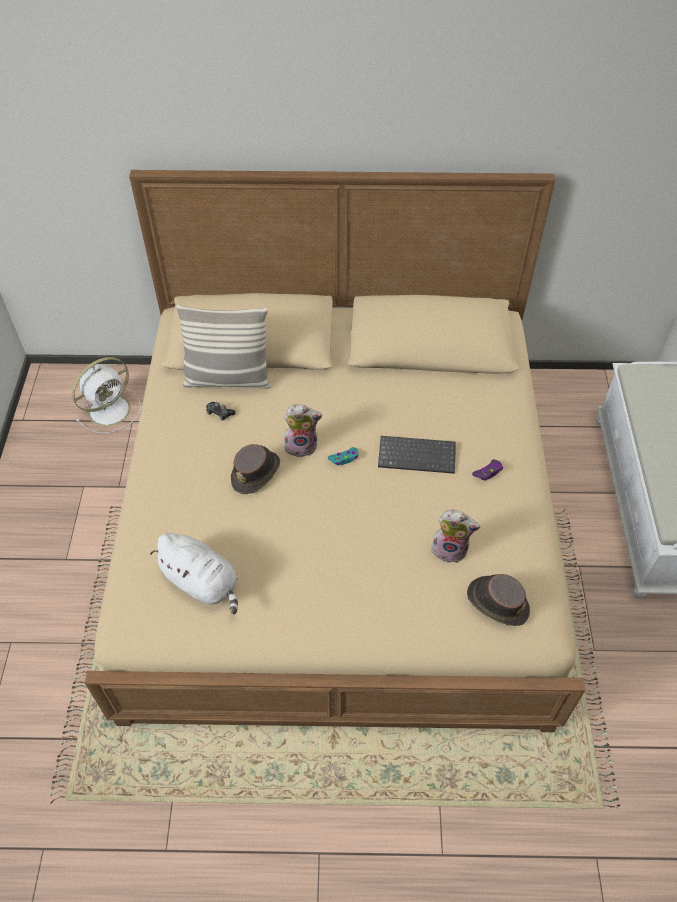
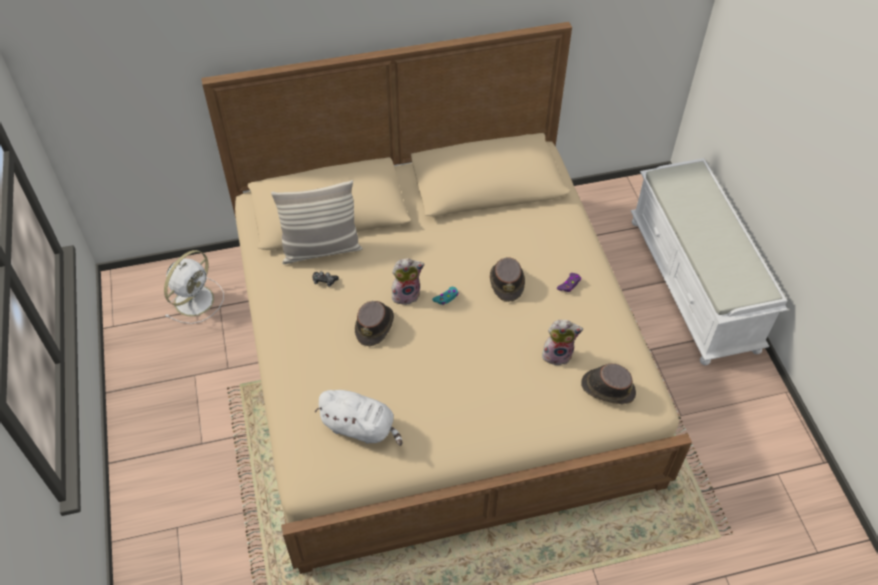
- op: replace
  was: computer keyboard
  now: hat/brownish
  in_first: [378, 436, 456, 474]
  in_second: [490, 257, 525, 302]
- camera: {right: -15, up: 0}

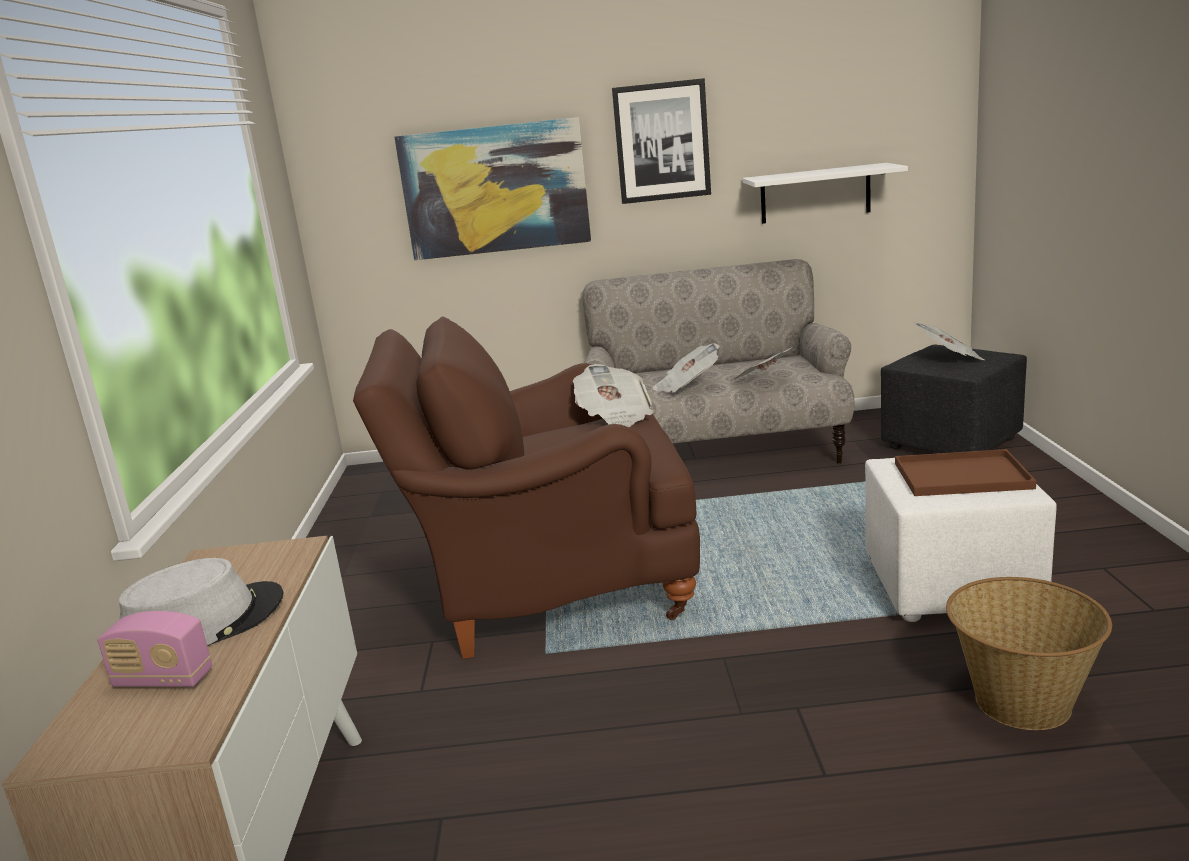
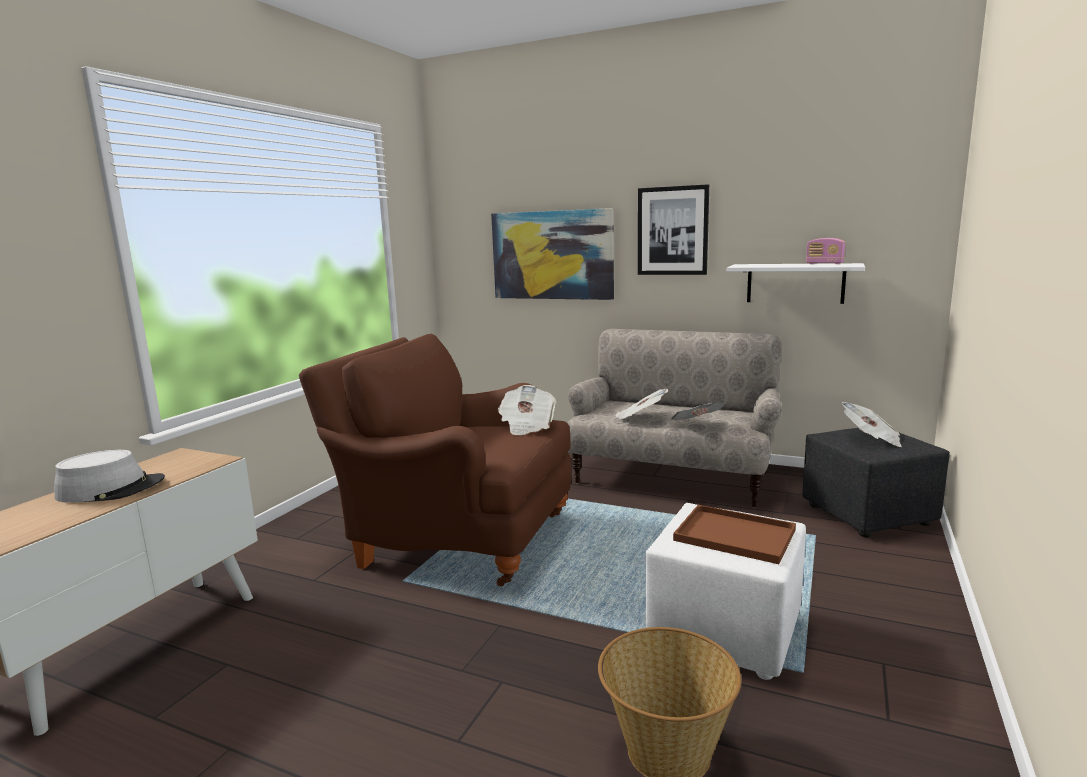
- op: move
  was: radio set
  in_first: [97, 611, 212, 687]
  in_second: [806, 238, 845, 264]
- camera: {right: 25, up: -5}

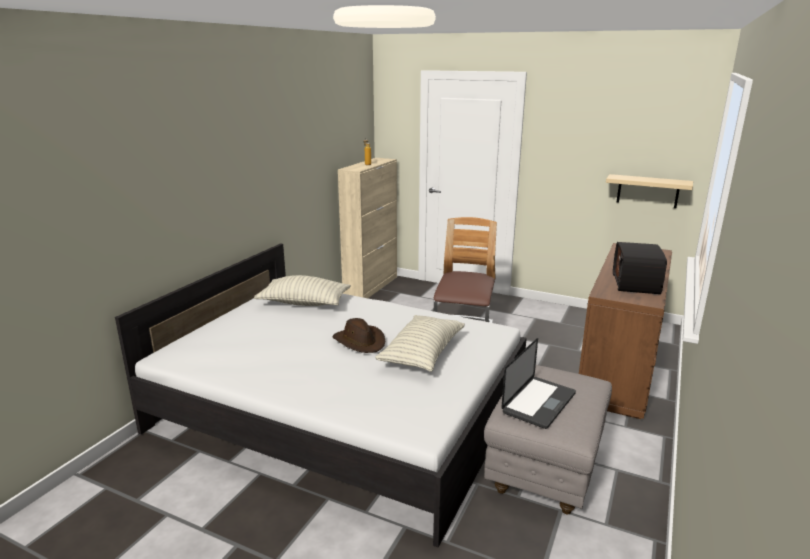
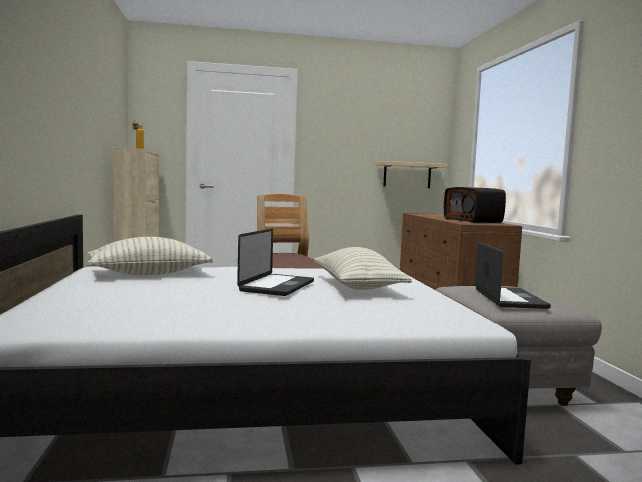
- op: replace
  was: hat/brownish
  now: portable computer
  in_first: [333, 318, 385, 353]
  in_second: [237, 229, 314, 296]
- camera: {right: -35, up: -15}

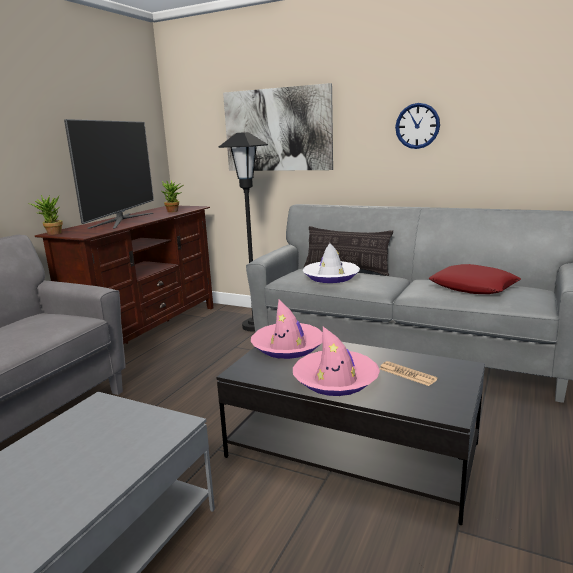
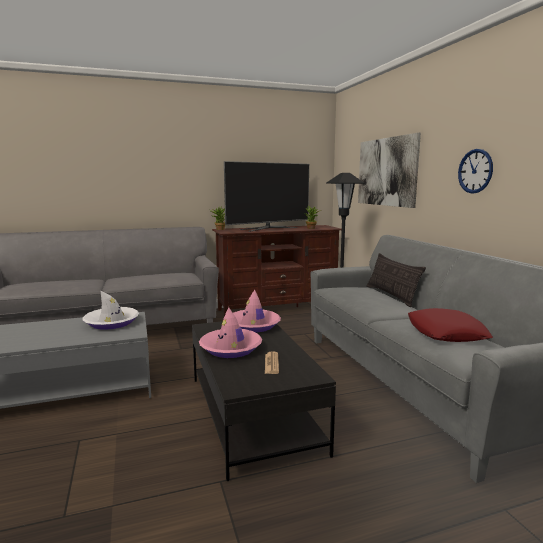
- op: move
  was: hat/whitish
  in_first: [302, 243, 360, 283]
  in_second: [82, 291, 139, 330]
- camera: {right: 45, up: -5}

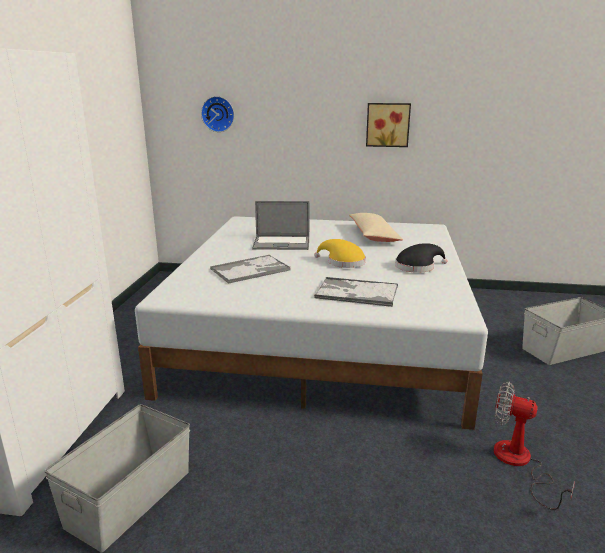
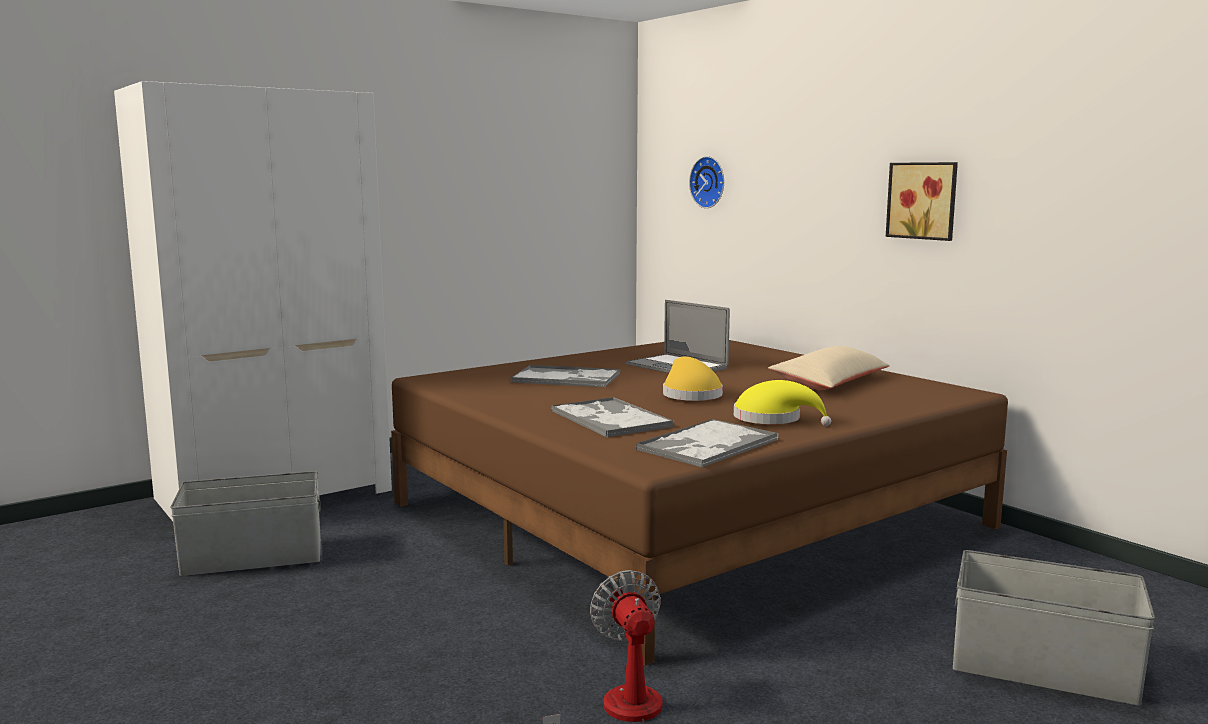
- op: insert
  now: serving tray
  in_second: [636, 419, 779, 468]
- op: recolor
  was: sleeping bed/whitish
  now: sleeping bed/brownish
  in_first: [135, 216, 488, 430]
  in_second: [391, 340, 1008, 666]
- op: recolor
  was: hat/black-coloured
  now: hat/yellowish
  in_first: [395, 243, 447, 273]
  in_second: [734, 380, 831, 426]
- camera: {right: 45, up: -10}

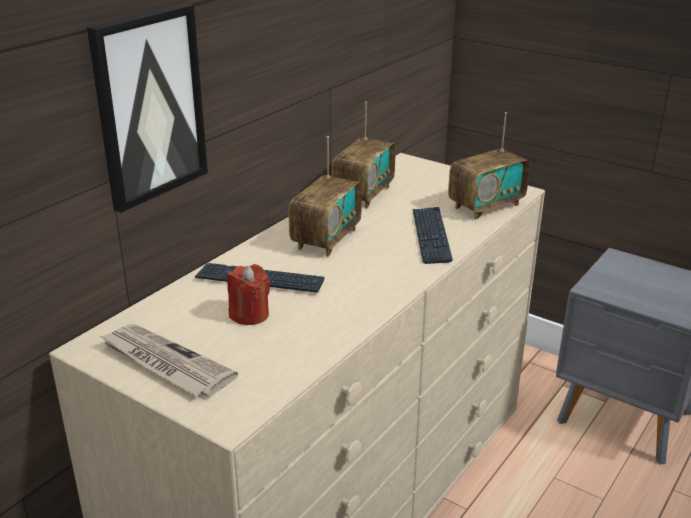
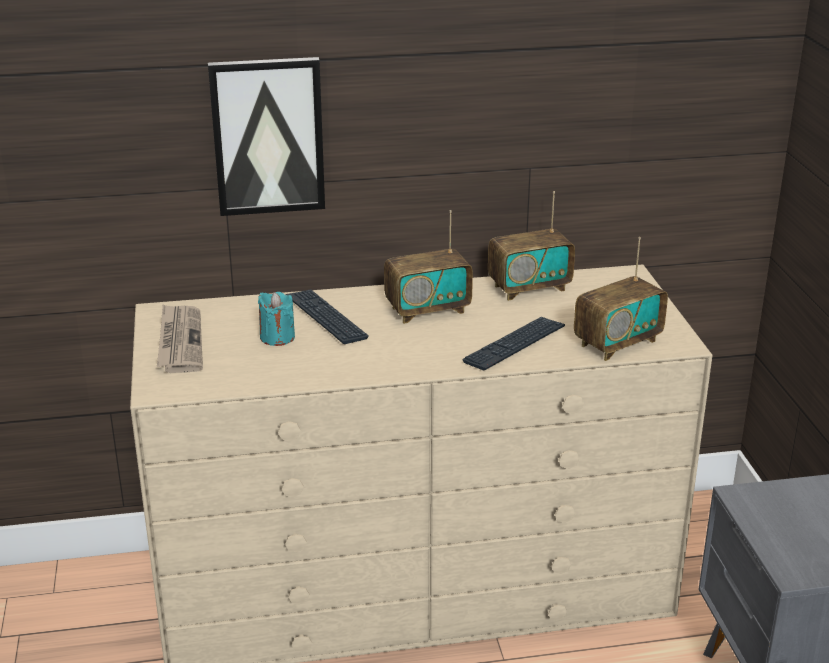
- op: recolor
  was: candle/red-coloured
  now: candle/turquoise-coloured
  in_first: [227, 264, 270, 325]
  in_second: [258, 292, 295, 346]
- op: rotate
  was: radio set
  in_first: [448, 112, 530, 220]
  in_second: [574, 237, 668, 361]
  clockwise: -45
- camera: {right: 45, up: 0}

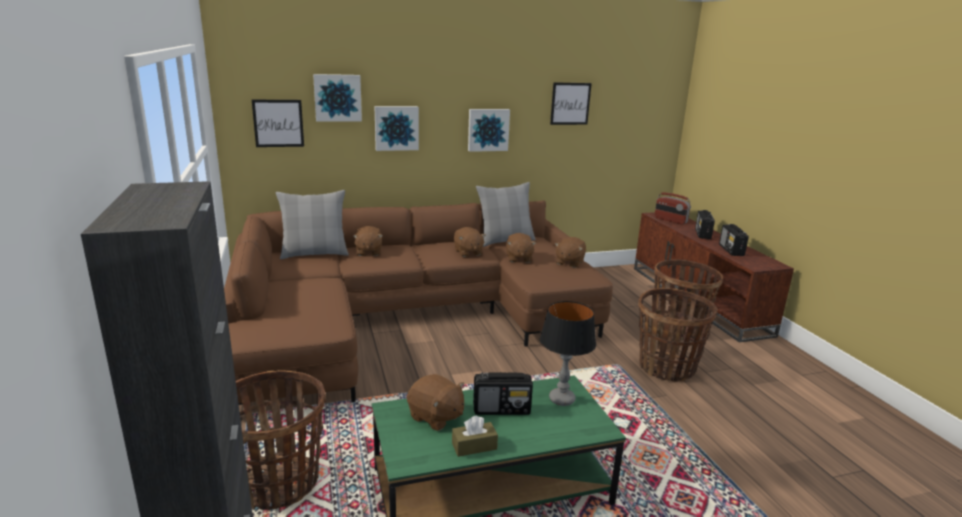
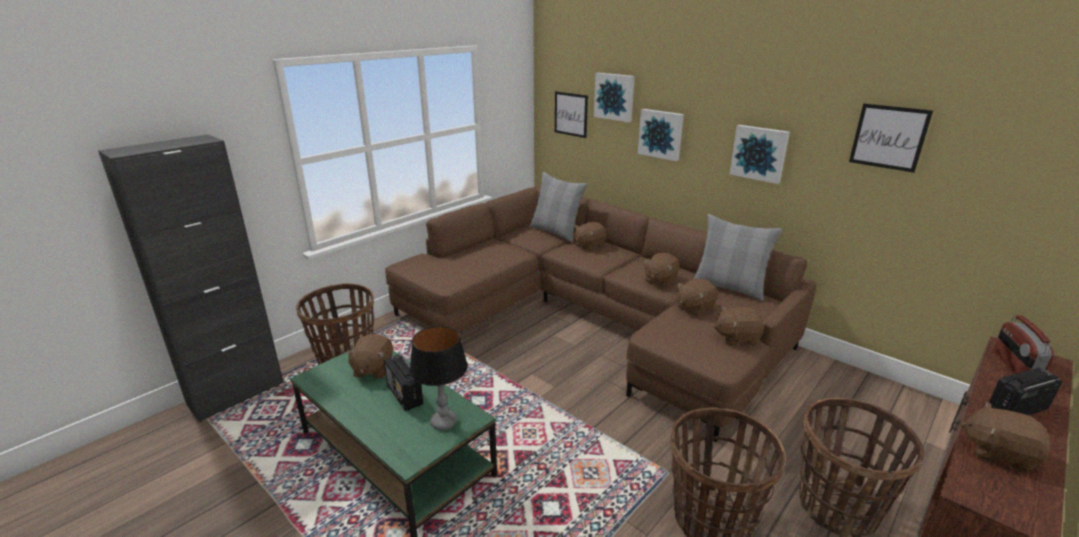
- op: delete
  was: tissue box/brownish
  in_first: [452, 415, 498, 457]
- op: replace
  was: radio set
  now: cuddly toy/brownish
  in_first: [719, 224, 749, 256]
  in_second: [960, 402, 1051, 472]
- camera: {right: 60, up: 5}

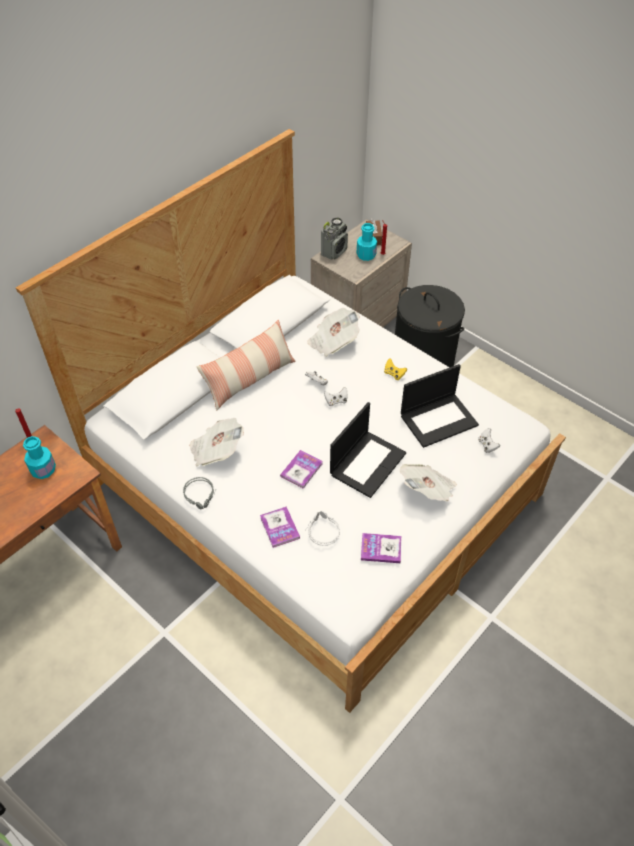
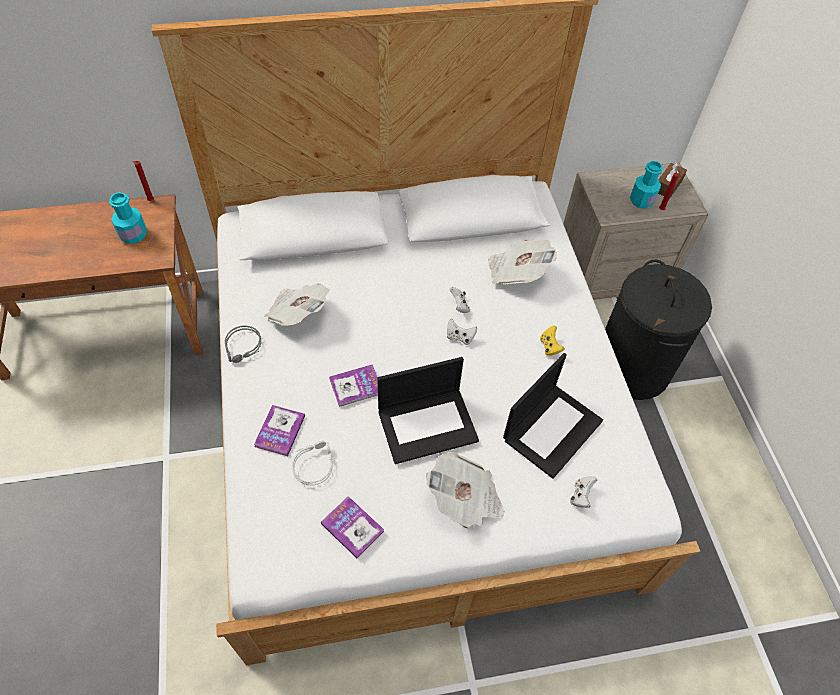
- op: delete
  was: pillow
  in_first: [196, 320, 296, 410]
- op: delete
  was: radio set
  in_first: [321, 217, 348, 260]
- op: rotate
  was: portable computer
  in_first: [401, 364, 479, 448]
  in_second: [503, 353, 603, 479]
  clockwise: -60
- camera: {right: 35, up: 5}

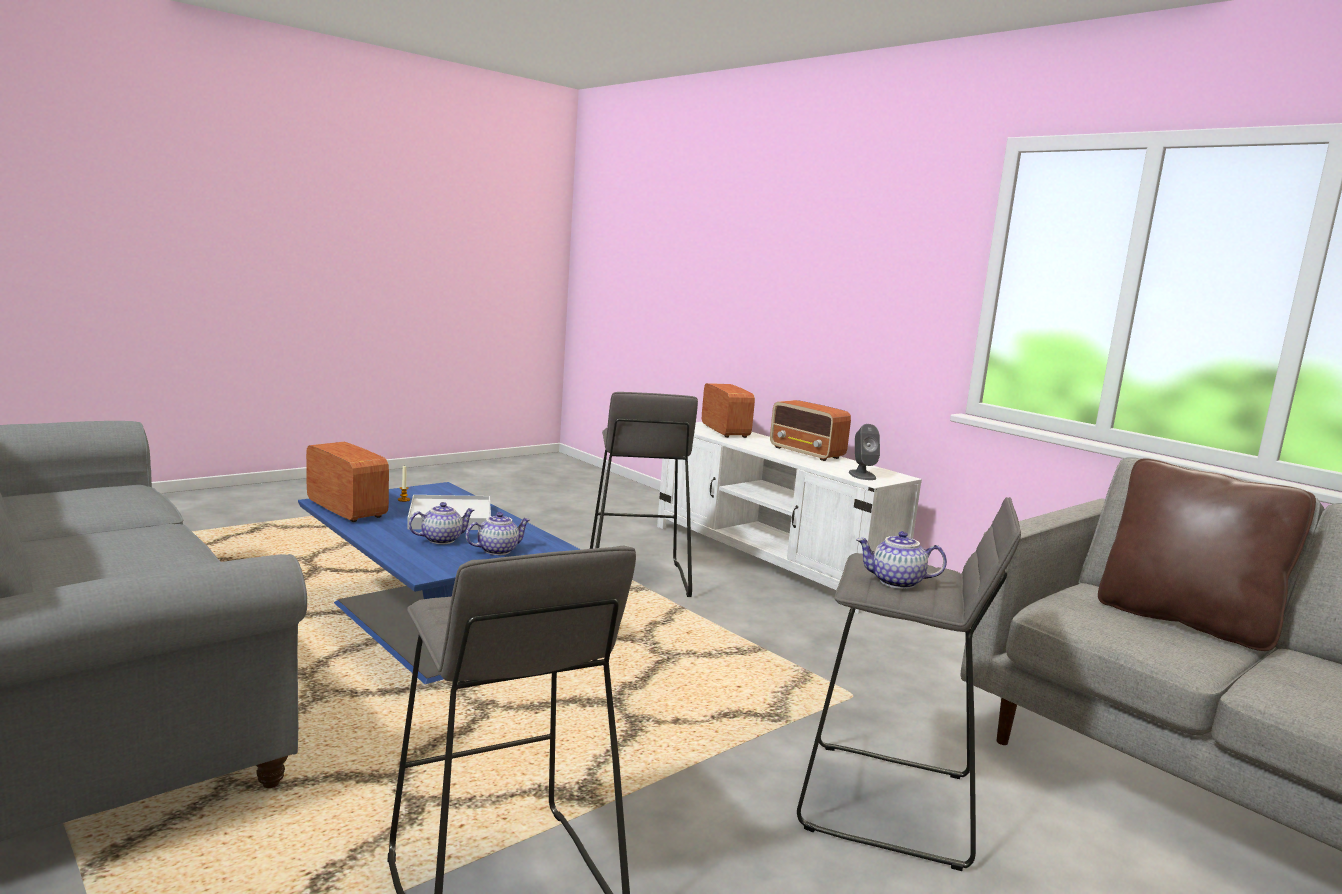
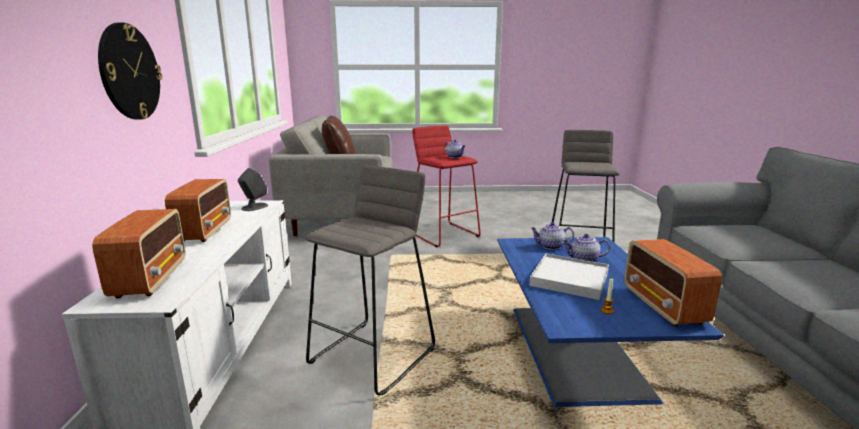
- op: insert
  now: wall clock
  in_second: [98, 23, 162, 120]
- op: recolor
  was: sitting stool/grey
  now: sitting stool/red-coloured
  in_first: [797, 497, 1021, 871]
  in_second: [412, 125, 481, 247]
- op: rotate
  was: radio set
  in_first: [702, 383, 755, 438]
  in_second: [92, 209, 186, 298]
  clockwise: 150
- camera: {right: -140, up: 5}

